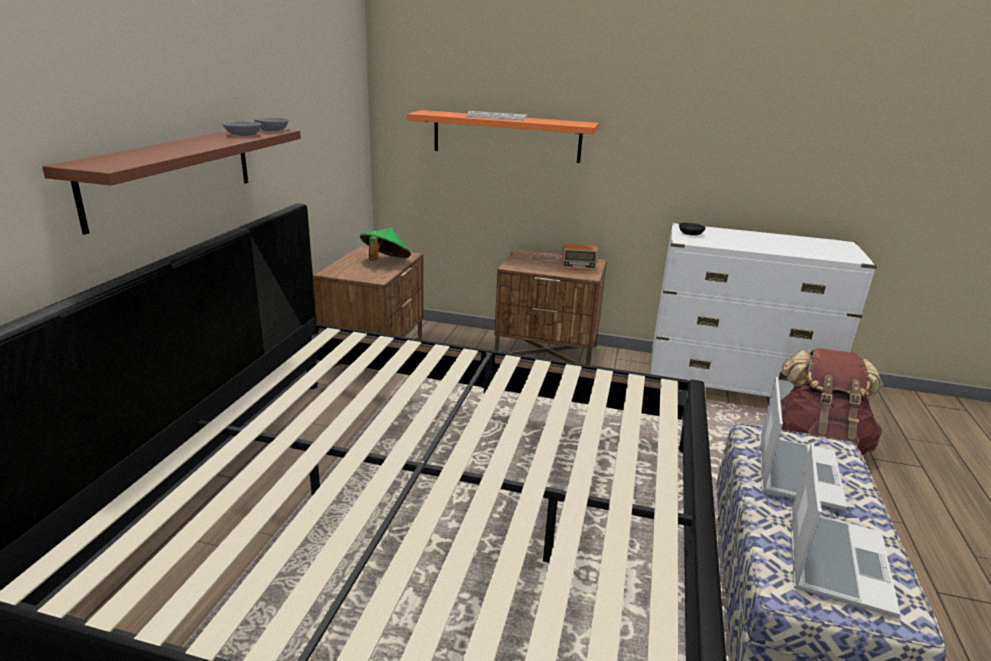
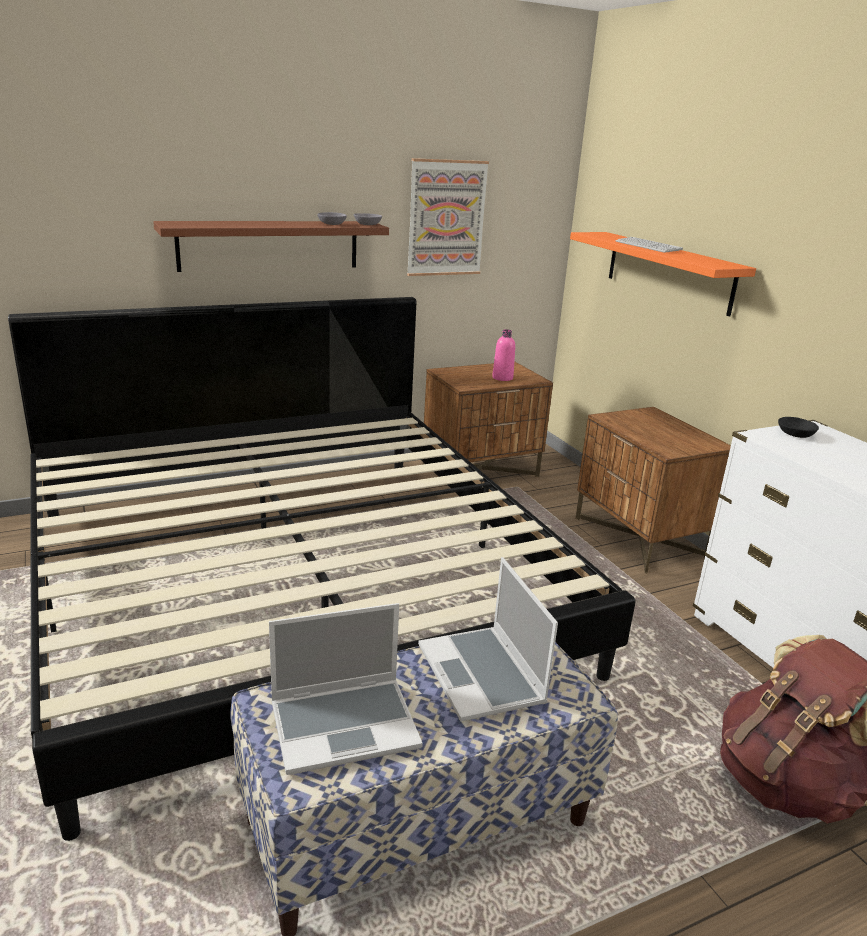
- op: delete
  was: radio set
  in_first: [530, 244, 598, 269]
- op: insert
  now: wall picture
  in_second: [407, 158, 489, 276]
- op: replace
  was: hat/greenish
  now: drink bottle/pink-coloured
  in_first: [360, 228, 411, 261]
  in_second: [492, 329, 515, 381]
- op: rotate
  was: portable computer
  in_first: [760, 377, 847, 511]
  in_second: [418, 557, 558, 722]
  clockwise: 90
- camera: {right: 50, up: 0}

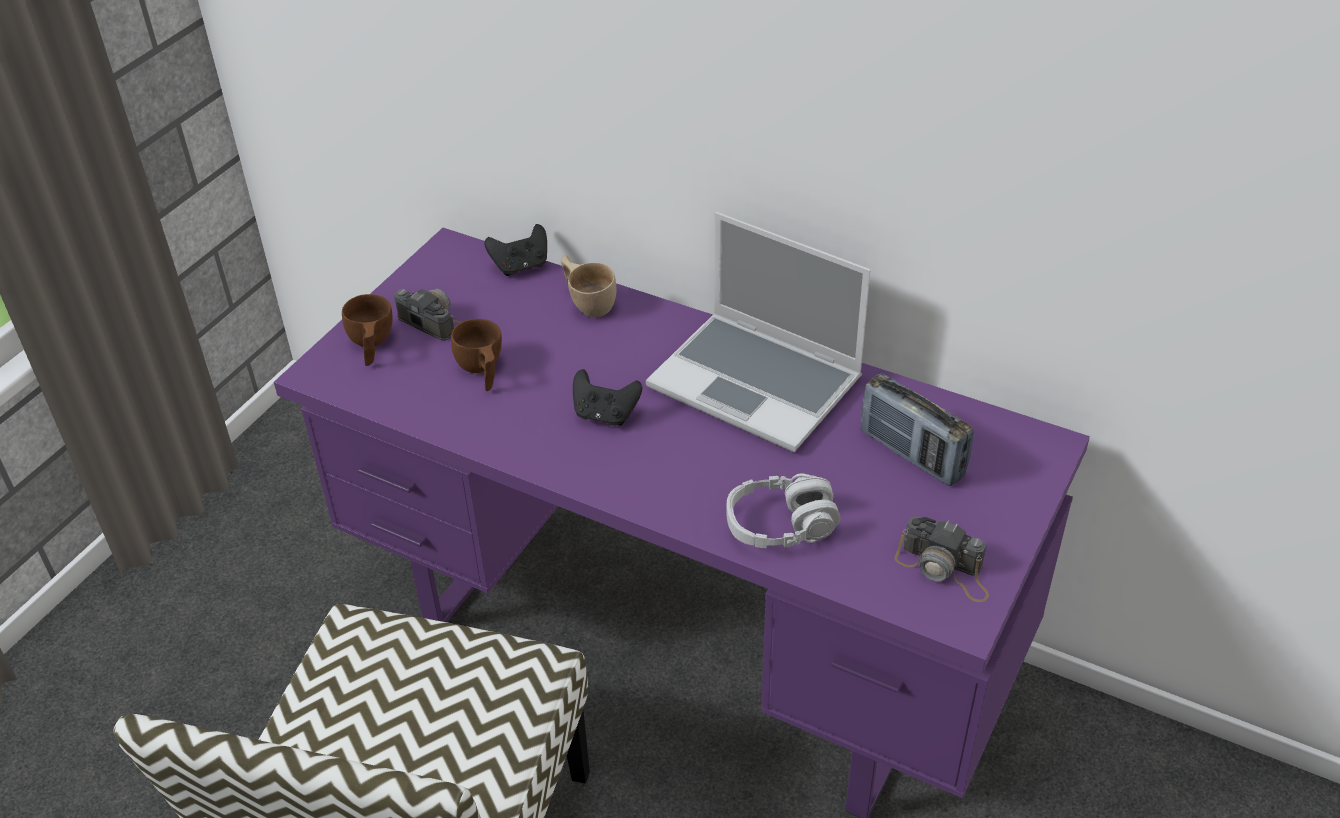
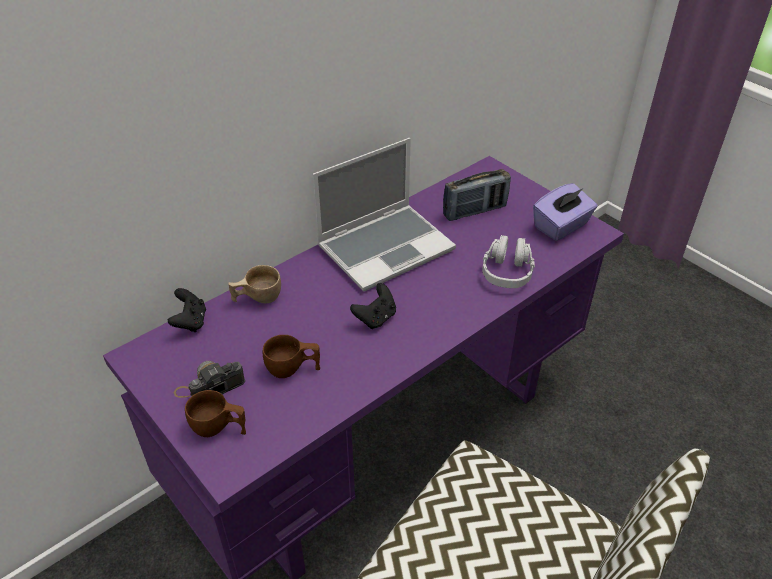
- op: replace
  was: photo camera
  now: tissue box/purplish
  in_first: [895, 516, 989, 602]
  in_second: [533, 183, 598, 241]
- camera: {right: -70, up: 0}

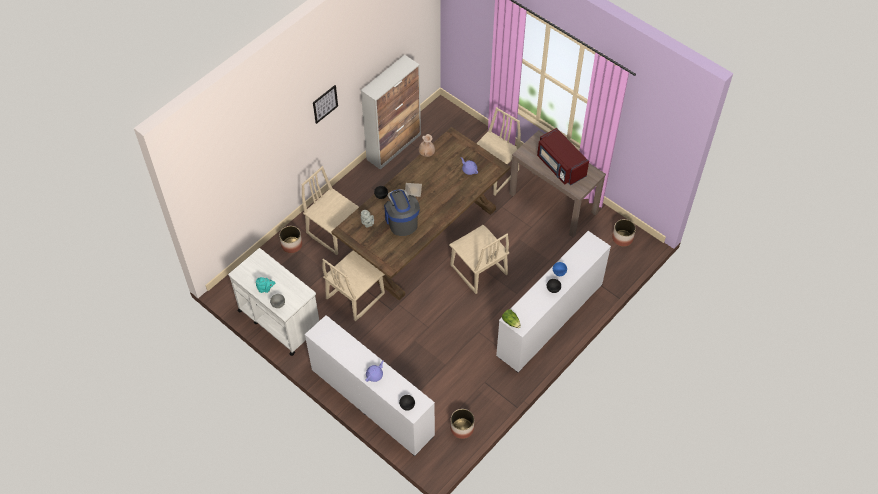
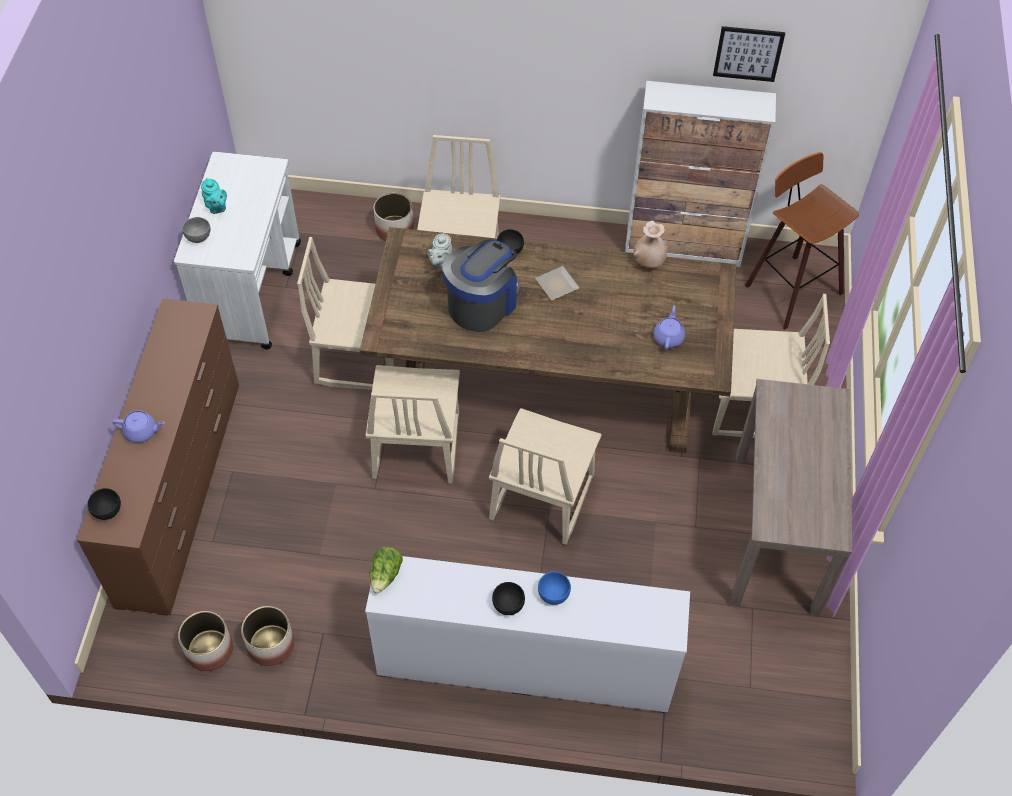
- op: delete
  was: kitchen microwave/red-coloured
  in_first: [537, 128, 589, 186]
- op: insert
  now: plain chair/beige-coloured
  in_second: [365, 365, 460, 483]
- op: insert
  now: sitting stool
  in_second: [745, 152, 859, 330]
- op: move
  was: wall picture
  in_first: [313, 85, 338, 124]
  in_second: [713, 26, 785, 82]
- op: move
  was: flower pot
  in_first: [612, 219, 636, 247]
  in_second: [241, 606, 294, 666]
- op: recolor
  was: dresser/whitish
  now: dresser/brownish
  in_first: [305, 315, 435, 456]
  in_second: [77, 298, 239, 616]
- camera: {right: 55, up: 0}

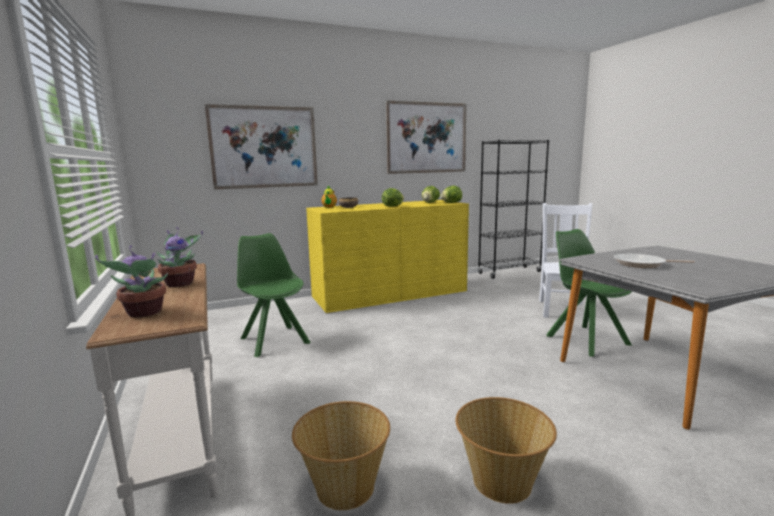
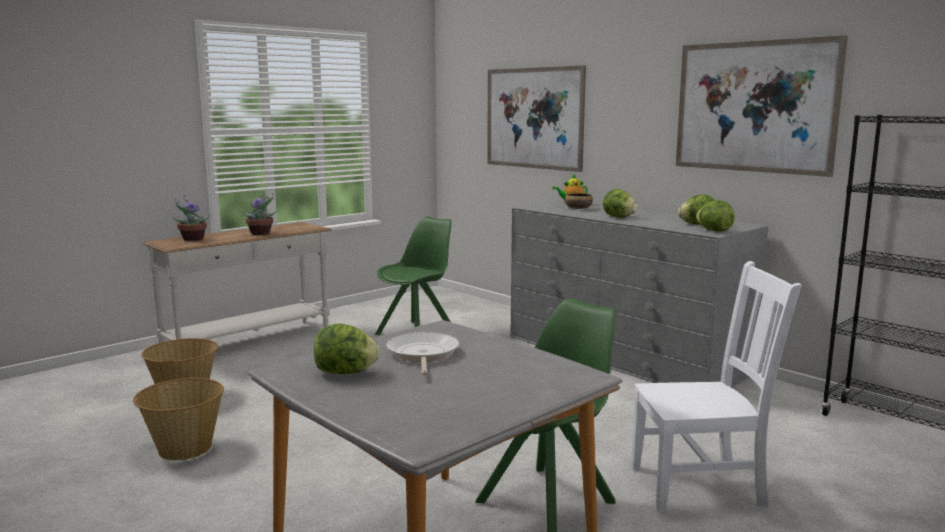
- op: insert
  now: lettuce head
  in_second: [314, 323, 380, 374]
- op: recolor
  was: dresser/yellowish
  now: dresser/grey
  in_first: [306, 200, 469, 313]
  in_second: [510, 201, 768, 387]
- camera: {right: 70, up: 0}

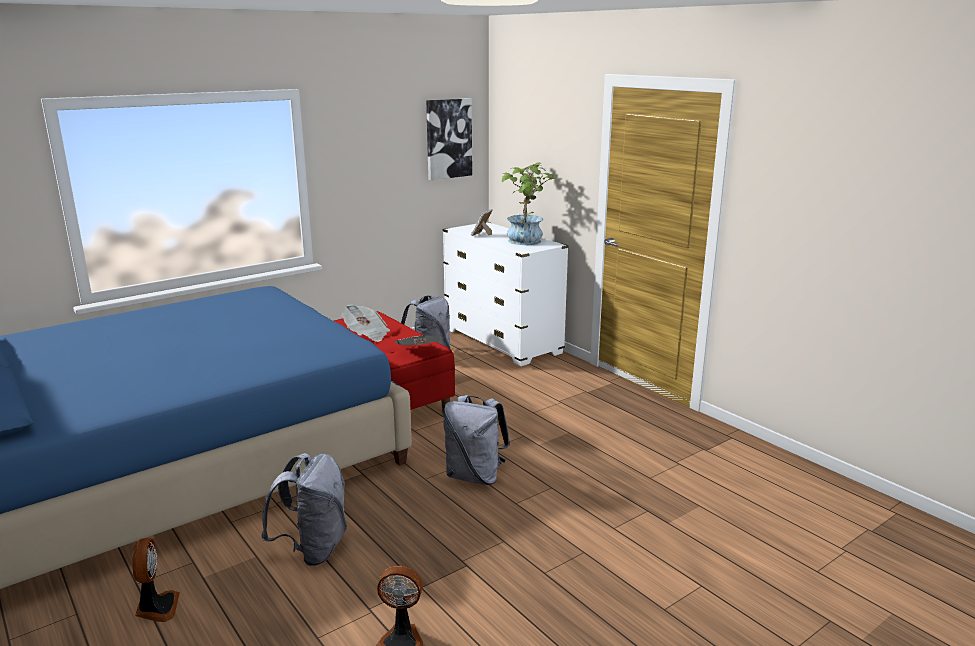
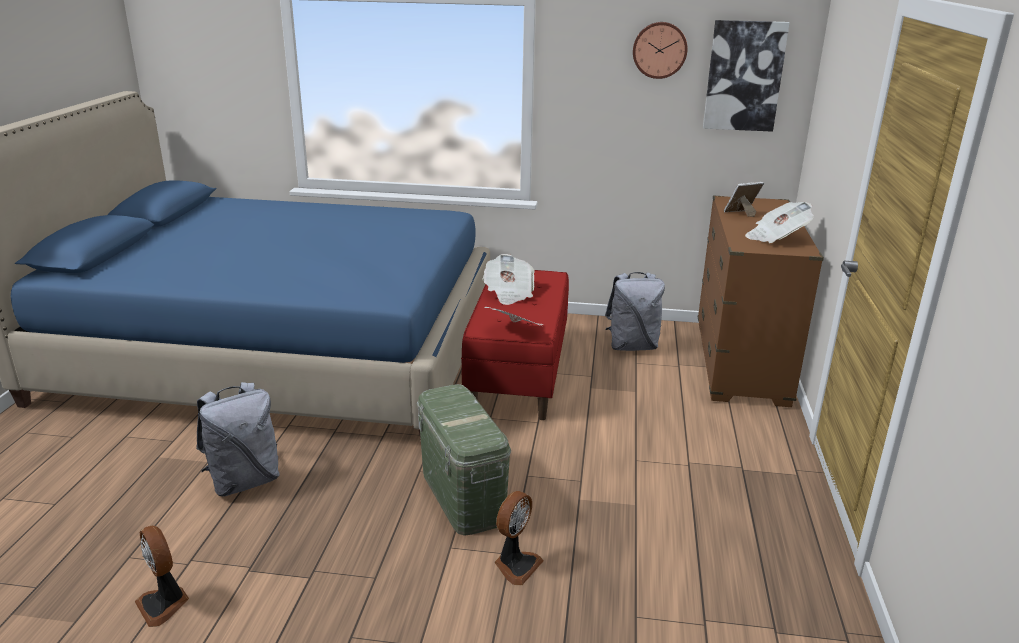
- op: insert
  now: wall clock
  in_second: [633, 22, 688, 79]
- op: move
  was: fan
  in_first: [132, 538, 180, 622]
  in_second: [494, 491, 544, 585]
- op: replace
  was: knapsack/grey
  now: storage box/greenish
  in_first: [443, 395, 510, 485]
  in_second: [417, 384, 511, 536]
- op: replace
  was: plant in a pot
  now: daily paper
  in_first: [502, 162, 560, 245]
  in_second: [745, 202, 814, 243]
- op: recolor
  was: dresser/whitish
  now: dresser/brownish
  in_first: [443, 222, 569, 366]
  in_second: [698, 196, 824, 407]
- camera: {right: 45, up: 5}

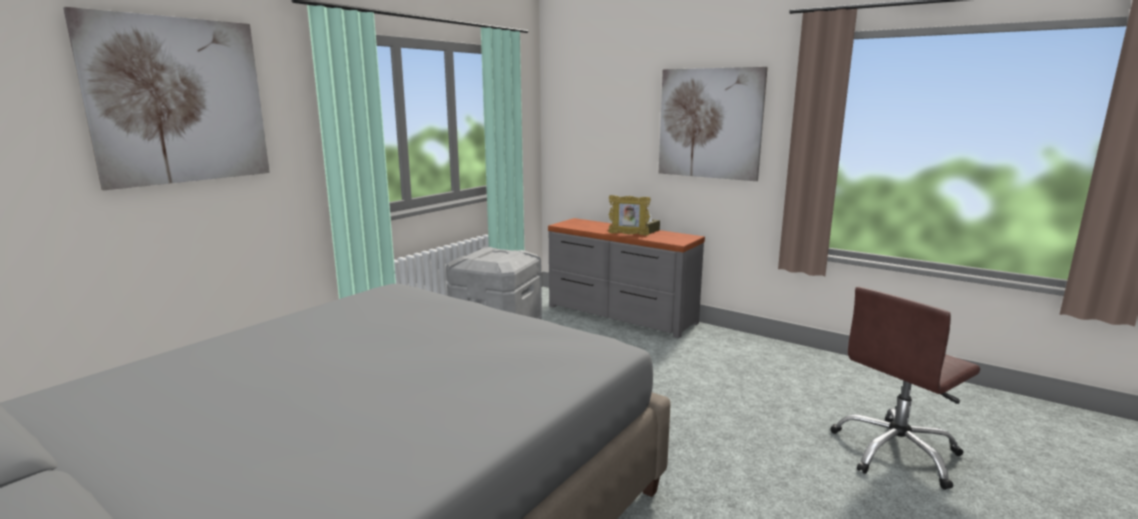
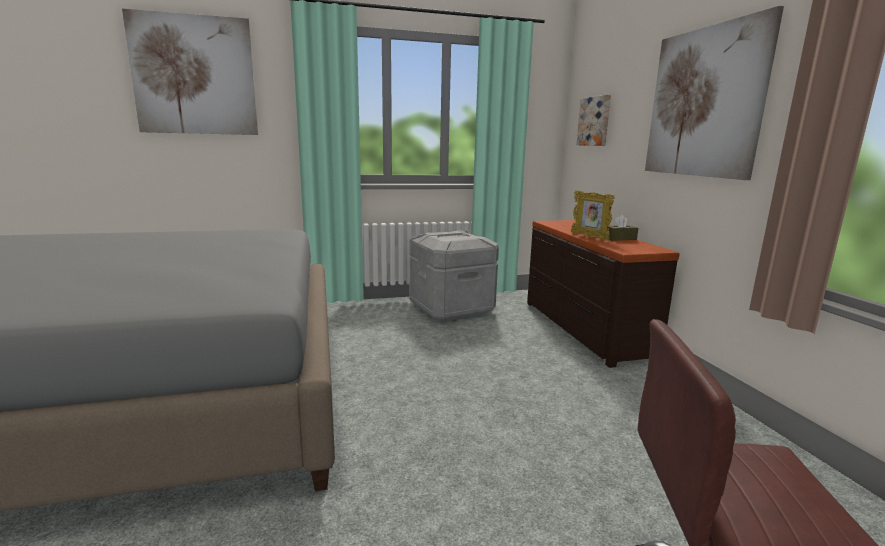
- op: insert
  now: wall picture
  in_second: [576, 95, 611, 146]
- op: recolor
  was: dresser/grey
  now: dresser/brownish
  in_first: [548, 218, 705, 338]
  in_second: [527, 220, 680, 368]
- camera: {right: 40, up: 0}

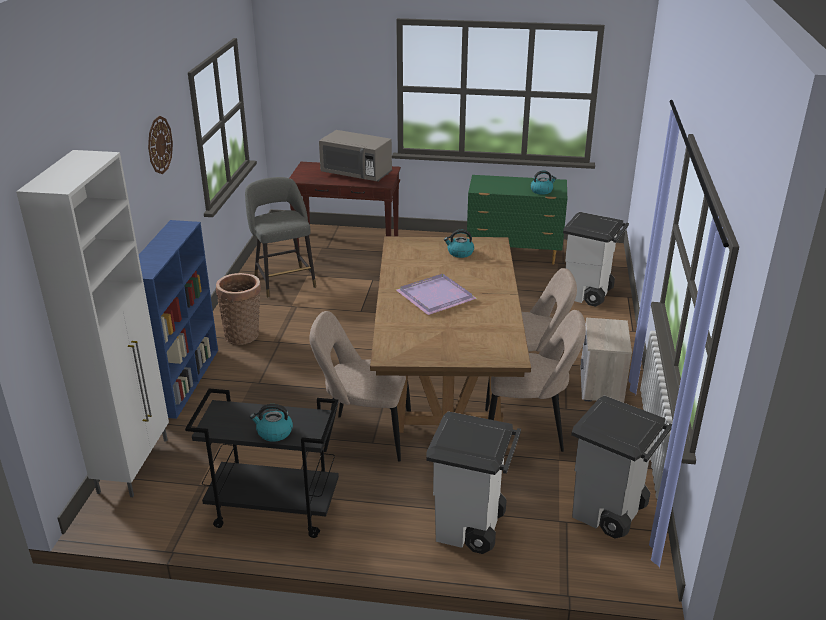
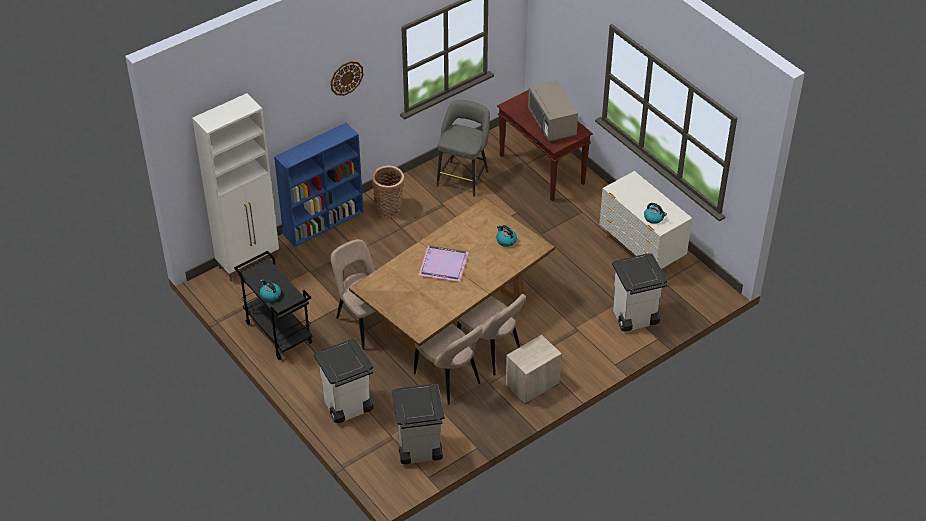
- op: recolor
  was: dresser/greenish
  now: dresser/whitish
  in_first: [467, 175, 567, 265]
  in_second: [599, 171, 692, 269]
- camera: {right: 45, up: 15}

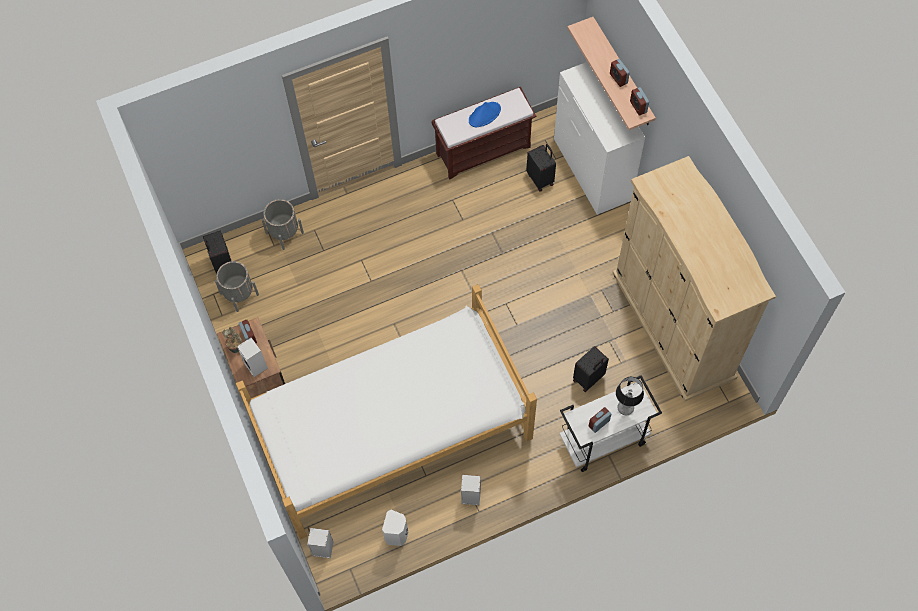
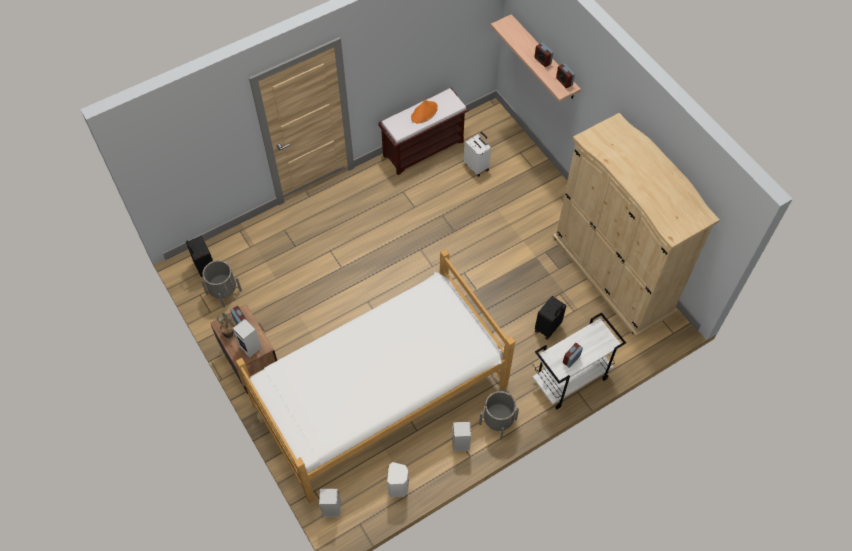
- op: delete
  was: dresser/whitish
  in_first: [554, 62, 645, 215]
- op: delete
  was: table lamp
  in_first: [616, 377, 644, 415]
- op: move
  was: flower pot/grey
  in_first: [262, 199, 304, 250]
  in_second: [479, 391, 519, 440]
- op: recolor
  was: hat/blue-coloured
  now: hat/orange
  in_first: [469, 102, 501, 127]
  in_second: [411, 100, 438, 124]
- op: recolor
  was: piece of luggage/black-coloured
  now: piece of luggage/whitish
  in_first: [527, 144, 556, 192]
  in_second: [464, 132, 491, 177]
- camera: {right: -10, up: -5}

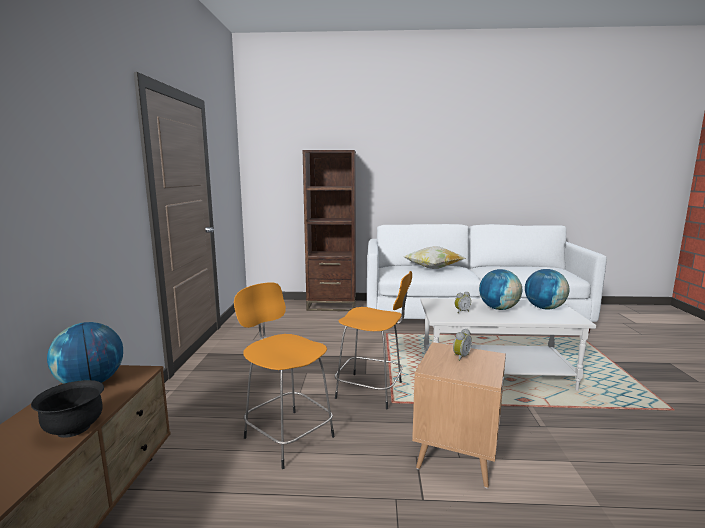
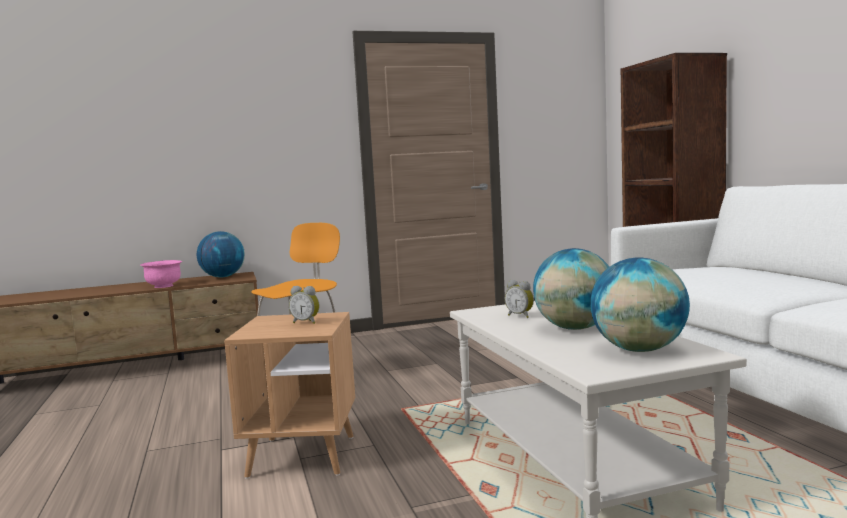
- op: delete
  was: sitting stool/orange
  in_first: [335, 271, 412, 409]
- op: delete
  was: pillow
  in_first: [404, 246, 466, 269]
- op: recolor
  was: bowl/black-coloured
  now: bowl/pink-coloured
  in_first: [31, 380, 104, 438]
  in_second: [141, 260, 182, 288]
- camera: {right: 70, up: -5}

